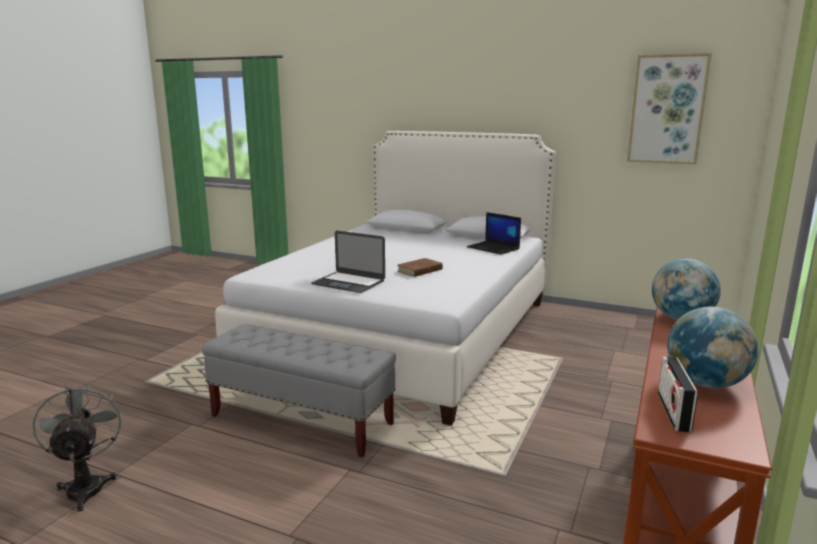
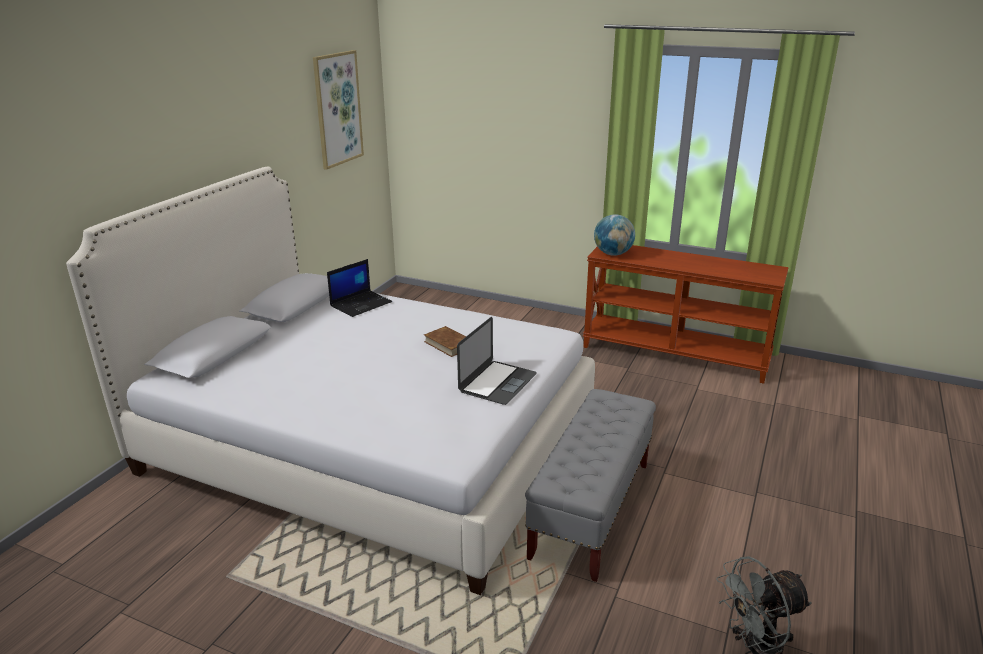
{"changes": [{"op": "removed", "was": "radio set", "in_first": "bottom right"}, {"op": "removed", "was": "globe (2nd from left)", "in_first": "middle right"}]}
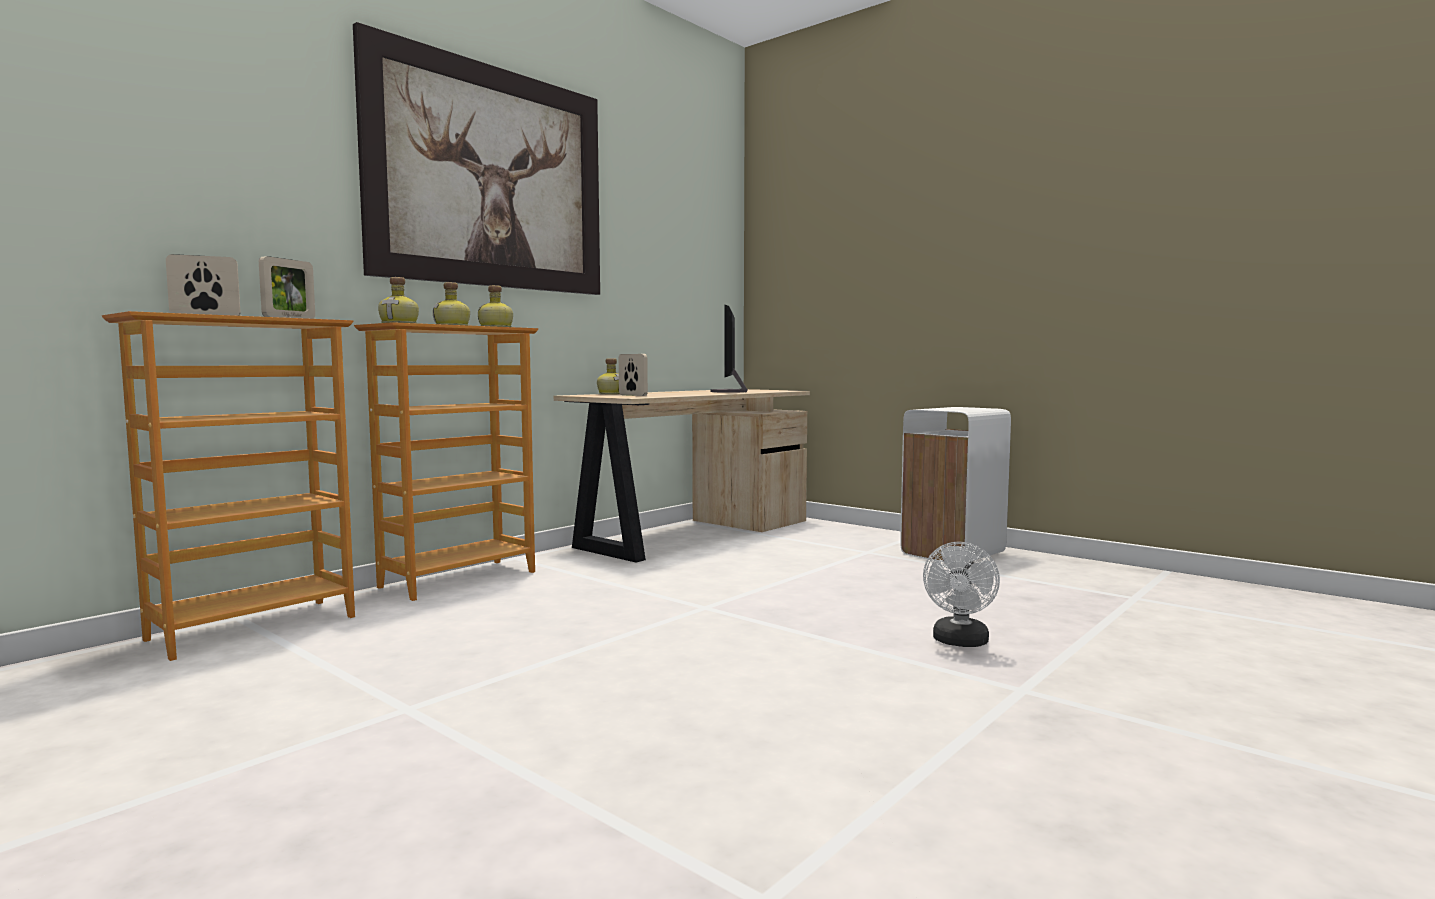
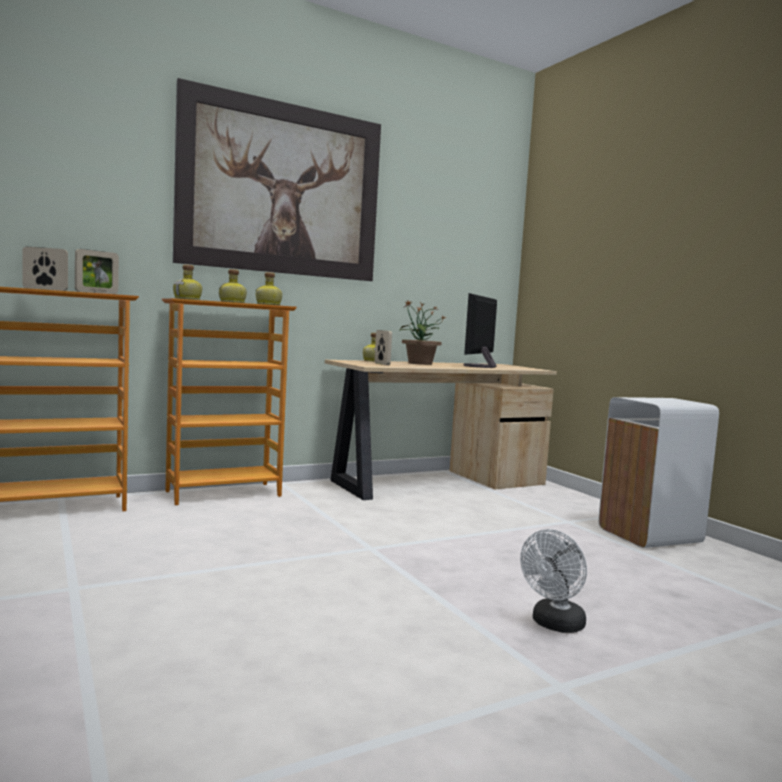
{"changes": [{"op": "added", "now": "plant in a pot", "in_second": "centre"}]}
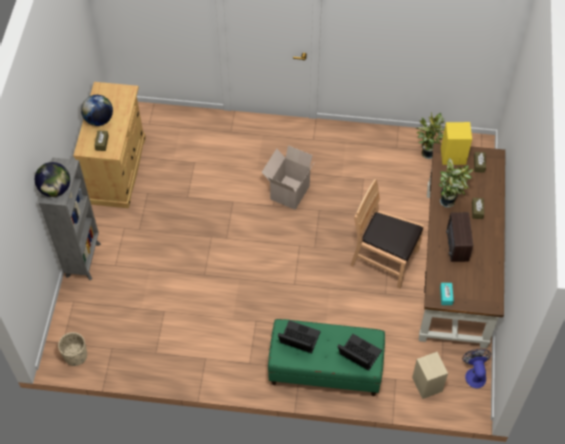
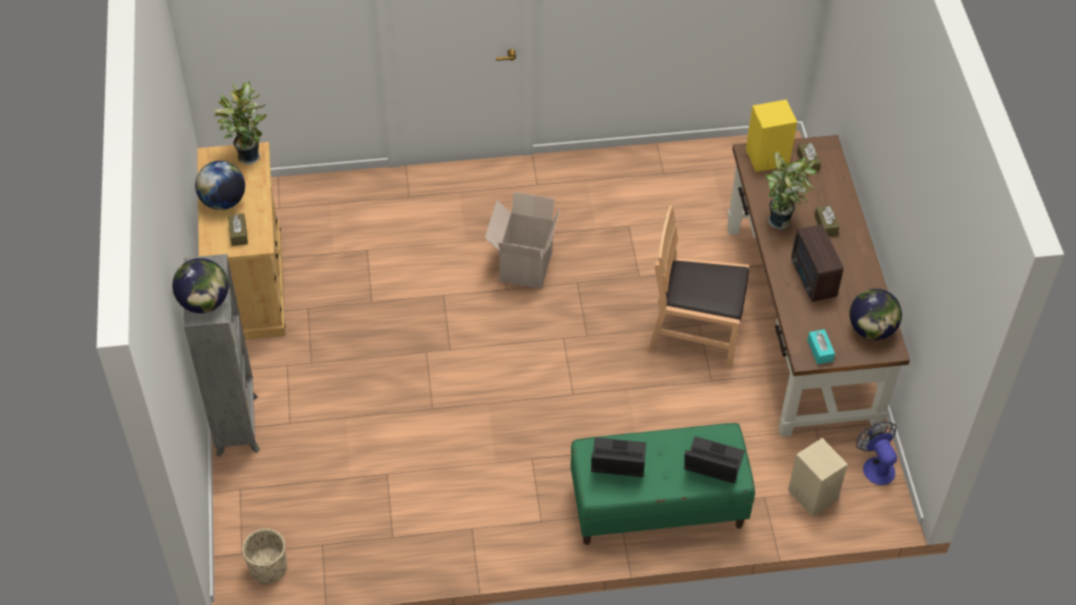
{"changes": [{"op": "moved", "was": "plant in a pot (1st from left)", "in_first": "top right", "in_second": "top left"}, {"op": "added", "now": "globe (3rd from left)", "in_second": "middle right"}]}
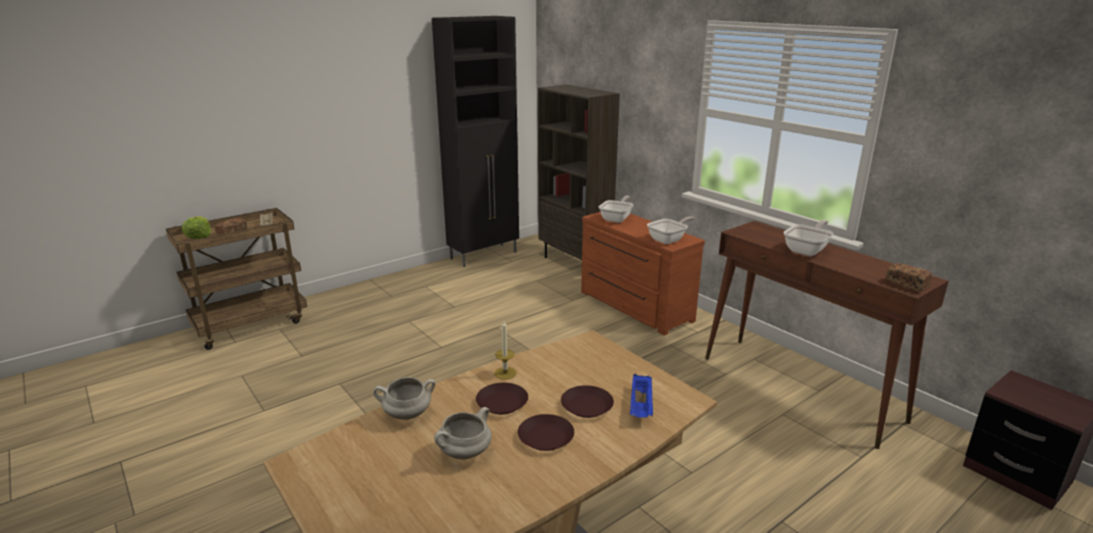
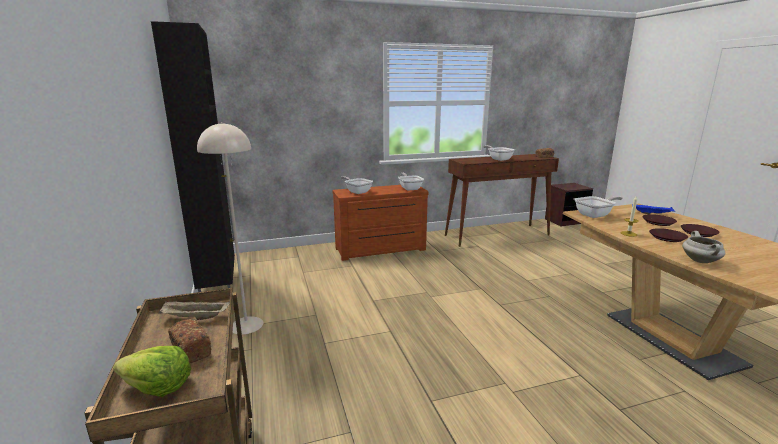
{"changes": [{"op": "removed", "was": "white stockpot (2nd from left)", "in_first": "bottom centre"}, {"op": "removed", "was": "brown-coloured bookcase", "in_first": "top centre"}, {"op": "added", "now": "beige-coloured floor lamp", "in_second": "middle left"}, {"op": "added", "now": "skillet (4th from left)", "in_second": "middle right"}]}
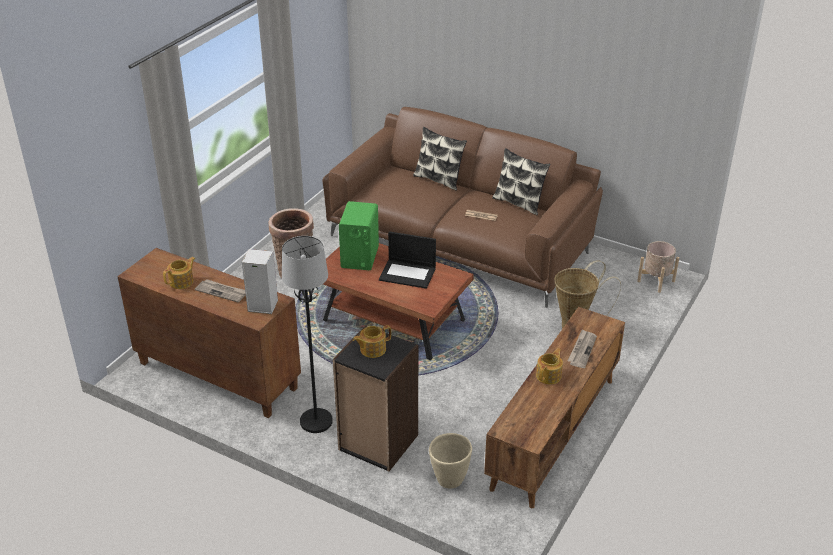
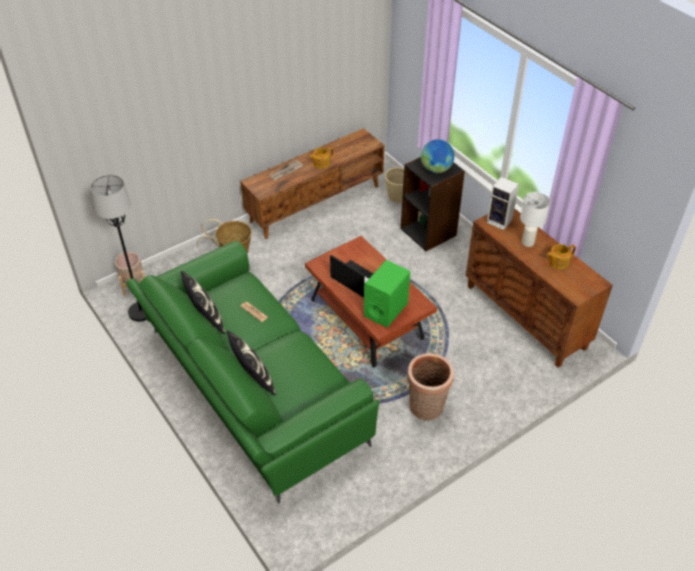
{"changes": [{"op": "replaced", "was": "printed paper (1st from left)", "now": "white lamp for a table", "in_first": "middle left", "in_second": "middle right"}, {"op": "moved", "was": "black floor lamp", "in_first": "centre", "in_second": "middle left"}, {"op": "recoloured", "was": "brown-coloured couch", "now": "green-coloured couch", "in_first": "centre", "in_second": "centre"}, {"op": "replaced", "was": "teapot (2nd from left)", "now": "globe", "in_first": "centre", "in_second": "top centre"}]}
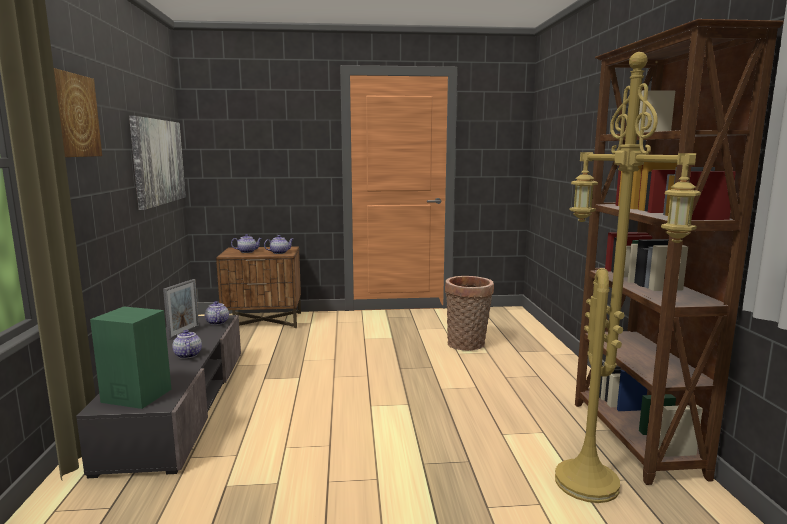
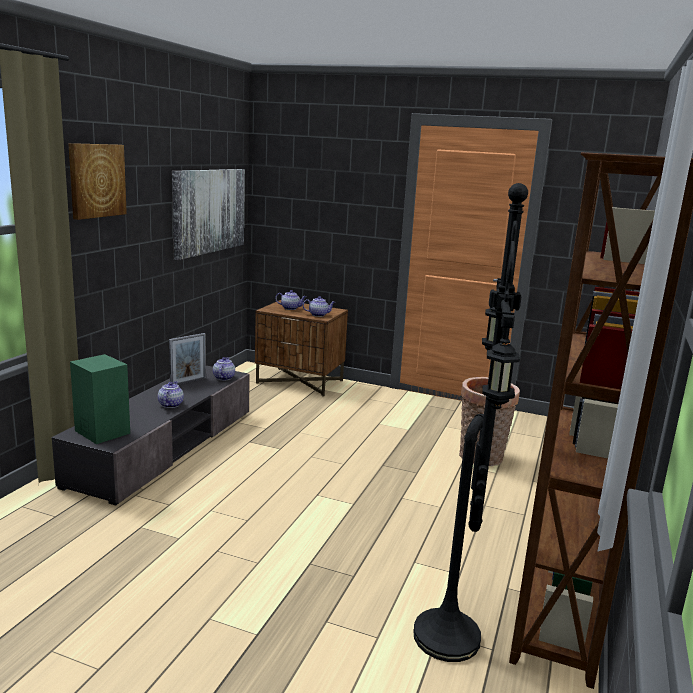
{"changes": [{"op": "recoloured", "was": "yellow-coloured floor lamp", "now": "black floor lamp", "in_first": "middle right", "in_second": "middle right"}]}
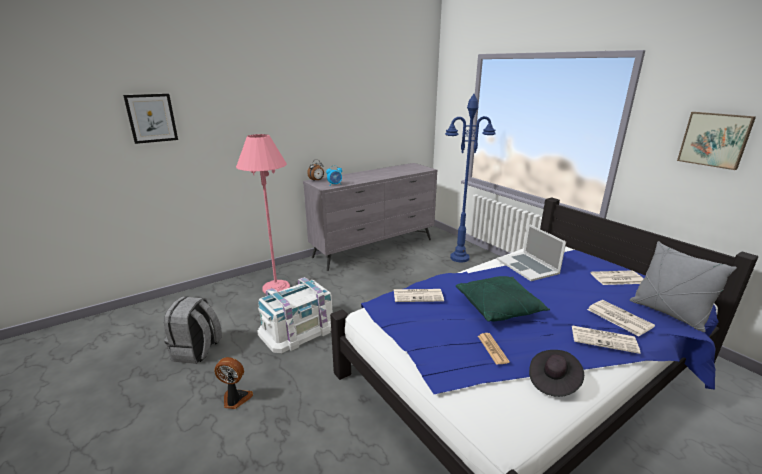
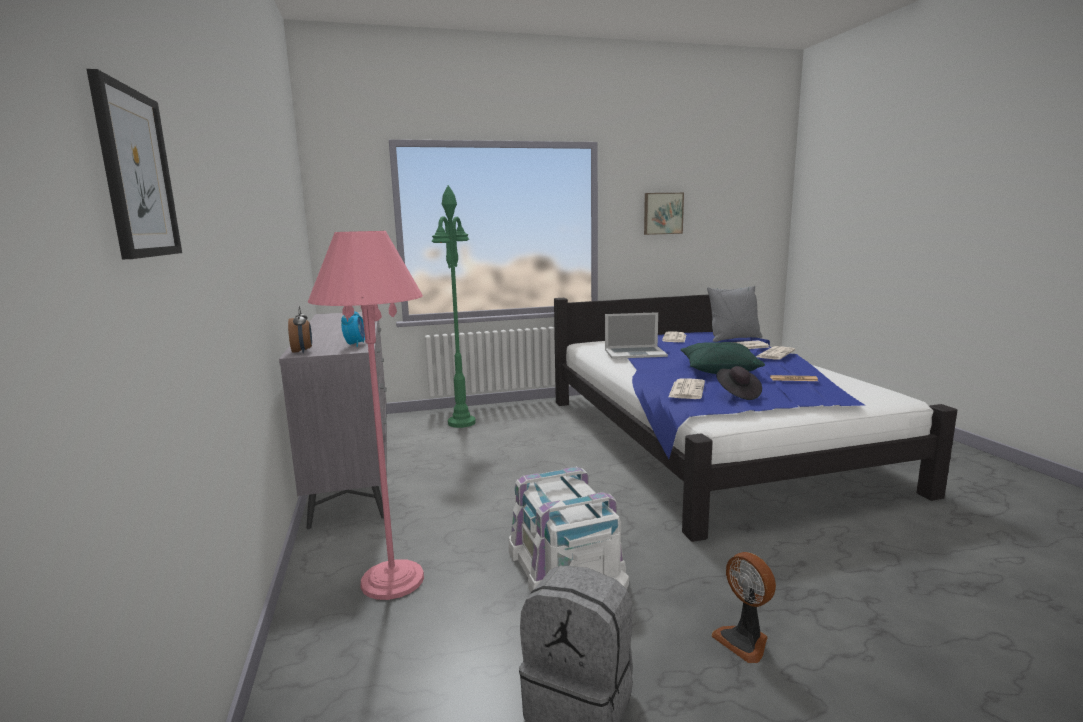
{"changes": [{"op": "turned", "was": "fan", "in_first": "bottom left", "in_second": "bottom right", "clockwise": -60}, {"op": "recoloured", "was": "blue-coloured floor lamp", "now": "green-coloured floor lamp", "in_first": "centre", "in_second": "centre"}, {"op": "moved", "was": "black clothing hat", "in_first": "bottom right", "in_second": "middle right"}]}
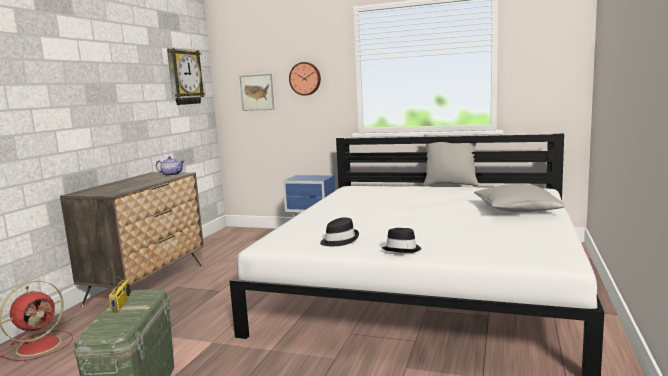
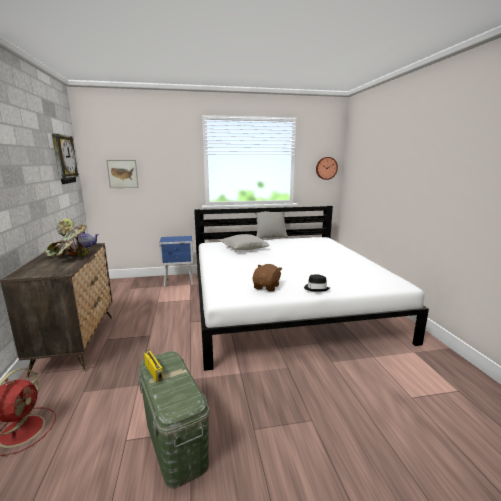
{"changes": [{"op": "moved", "was": "wall clock (2nd from left)", "in_first": "top centre", "in_second": "centre"}, {"op": "replaced", "was": "black clothing hat (1st from left)", "now": "brown-coloured plush toy", "in_first": "centre", "in_second": "centre"}, {"op": "moved", "was": "greyish pillow (2nd from left in the first image)", "now": "greyish pillow (1st from left)", "in_first": "middle right", "in_second": "centre"}, {"op": "added", "now": "plant in a pot", "in_second": "middle left"}]}
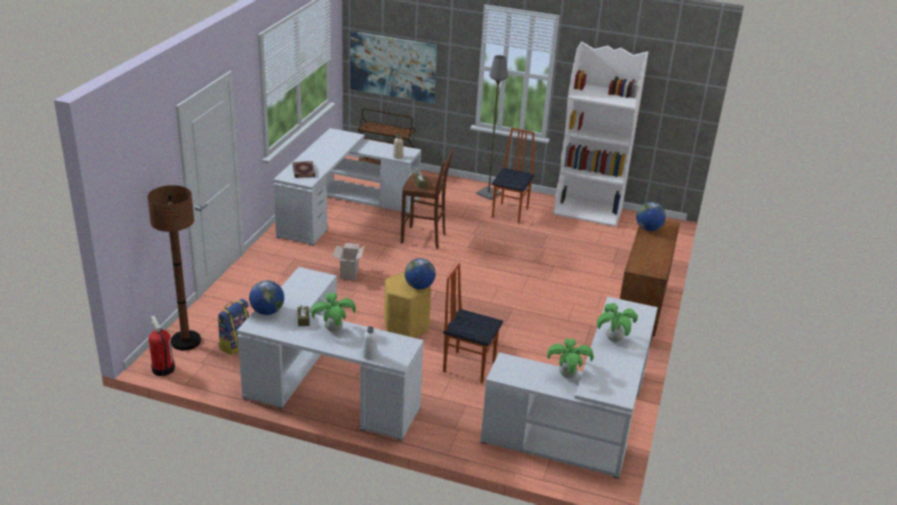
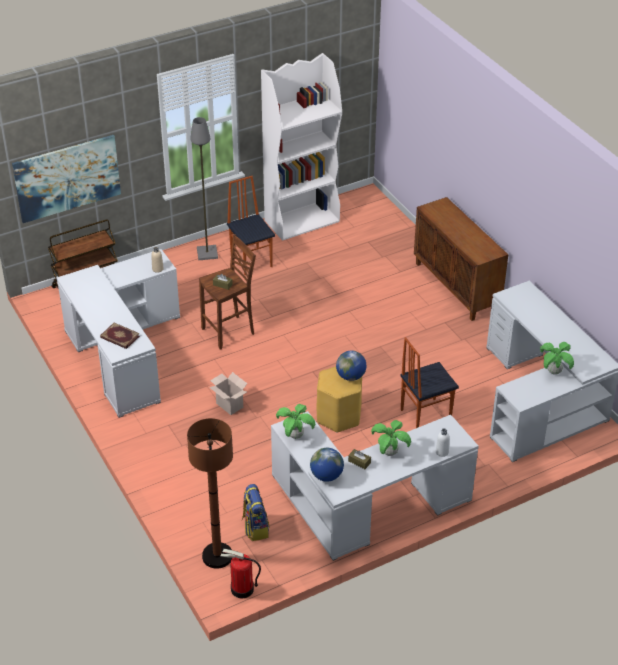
{"changes": [{"op": "moved", "was": "plant in a pot (3rd from left in the first image)", "now": "plant in a pot (1st from left)", "in_first": "middle right", "in_second": "centre"}, {"op": "removed", "was": "globe (3rd from left)", "in_first": "middle right"}]}
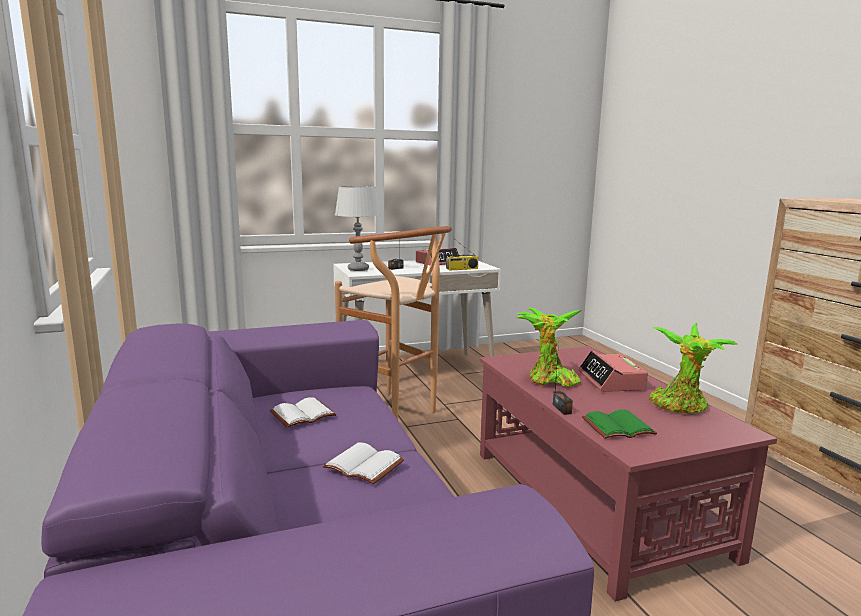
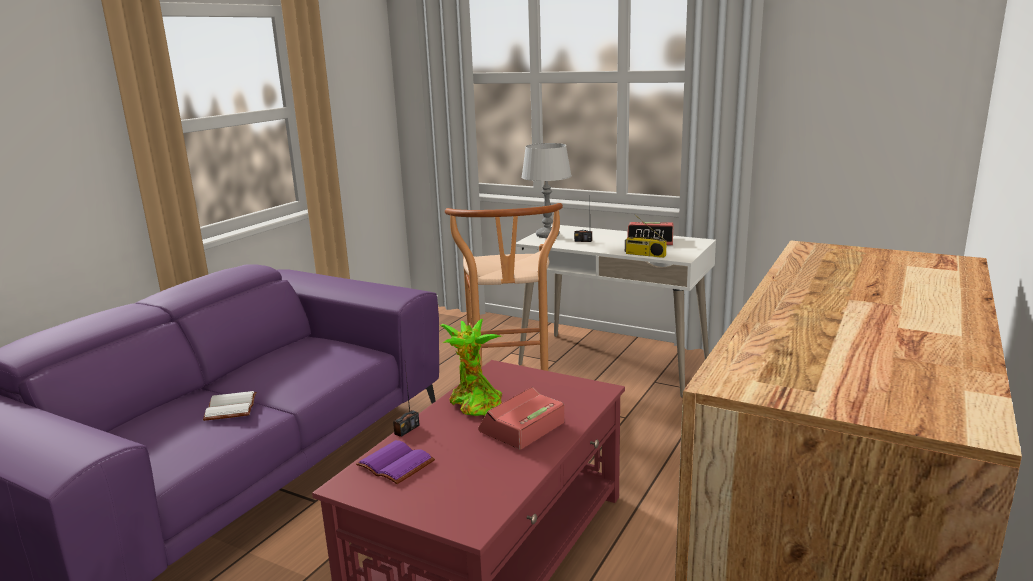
{"changes": [{"op": "removed", "was": "white bound book (1st from left)", "in_first": "bottom centre"}, {"op": "recoloured", "was": "green-coloured bound book", "now": "purple-coloured bound book", "in_first": "bottom right", "in_second": "bottom centre"}, {"op": "removed", "was": "plant in a pot (2nd from left)", "in_first": "middle right"}]}
